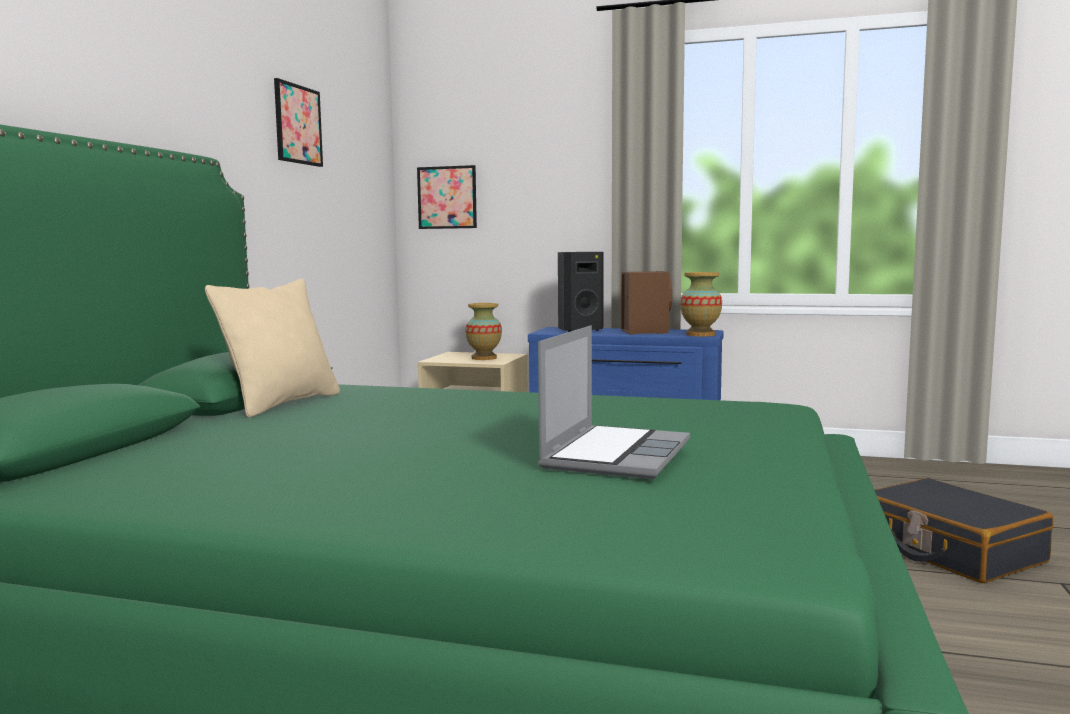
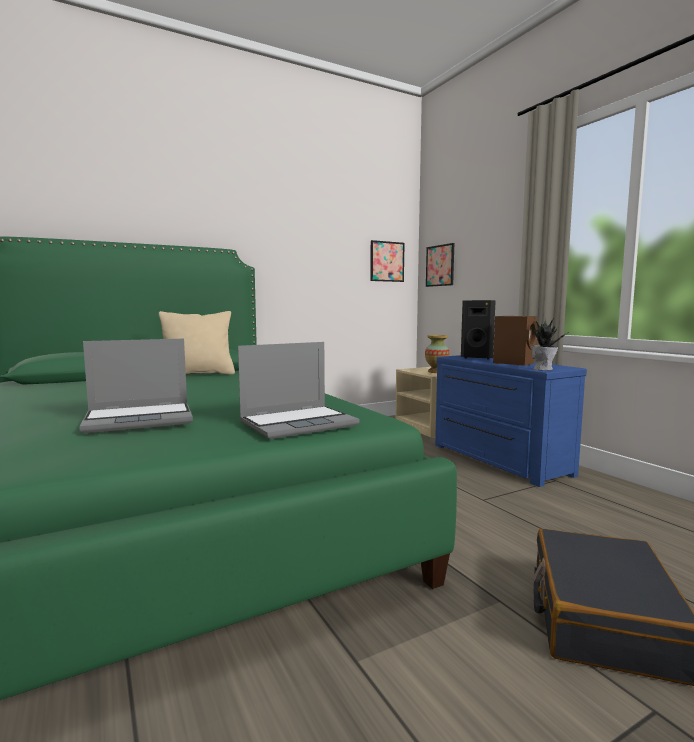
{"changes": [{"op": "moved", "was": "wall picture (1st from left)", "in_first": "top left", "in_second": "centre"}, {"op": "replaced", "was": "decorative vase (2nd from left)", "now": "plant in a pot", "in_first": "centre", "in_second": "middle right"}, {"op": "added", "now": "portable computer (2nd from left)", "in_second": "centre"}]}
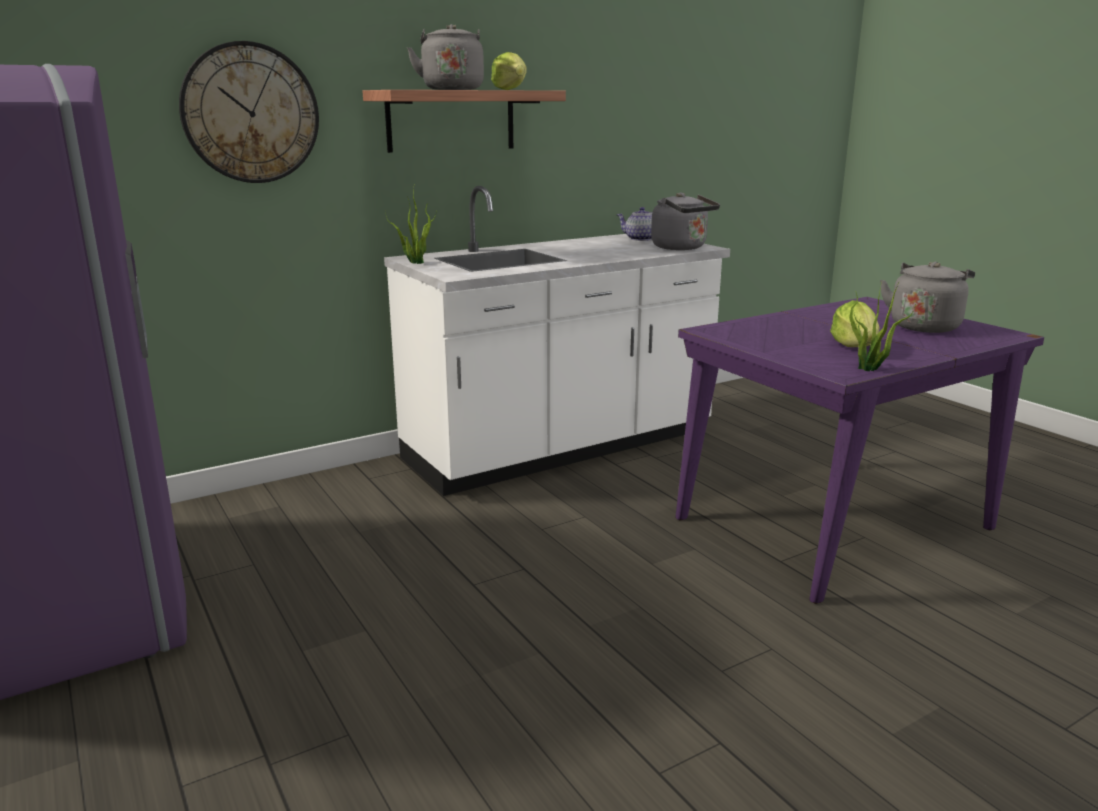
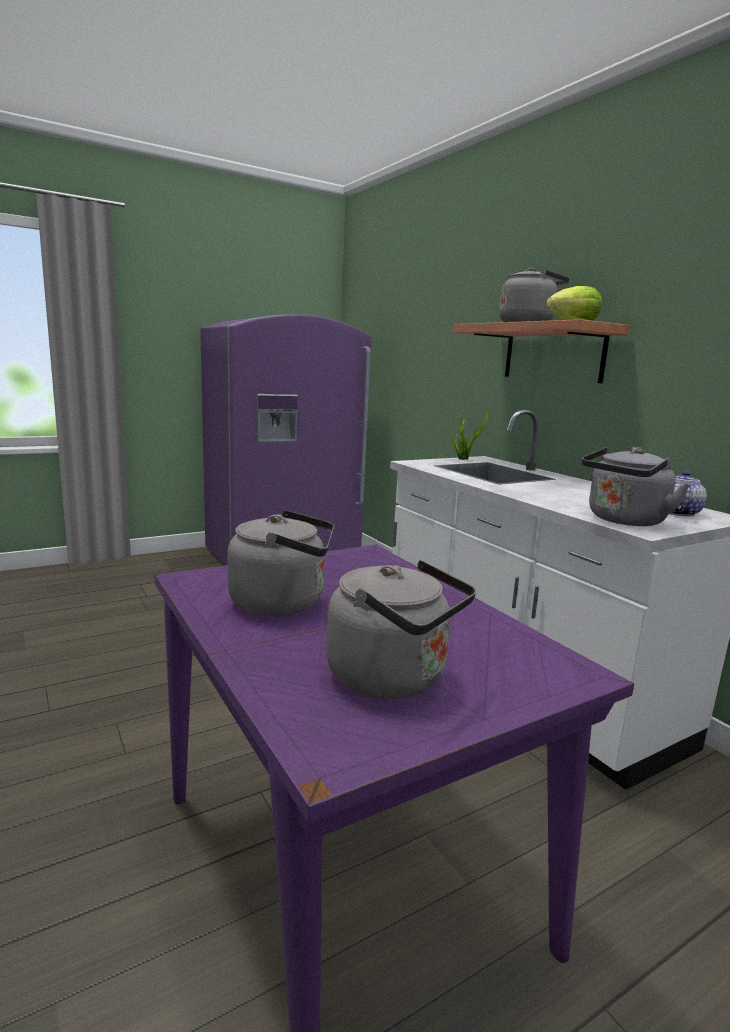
{"changes": [{"op": "removed", "was": "wall clock", "in_first": "top left"}, {"op": "replaced", "was": "head of lettuce (2nd from left)", "now": "greyish kettle (1st from left)", "in_first": "middle right", "in_second": "centre"}, {"op": "removed", "was": "plant in a pot (2nd from left)", "in_first": "middle right"}]}
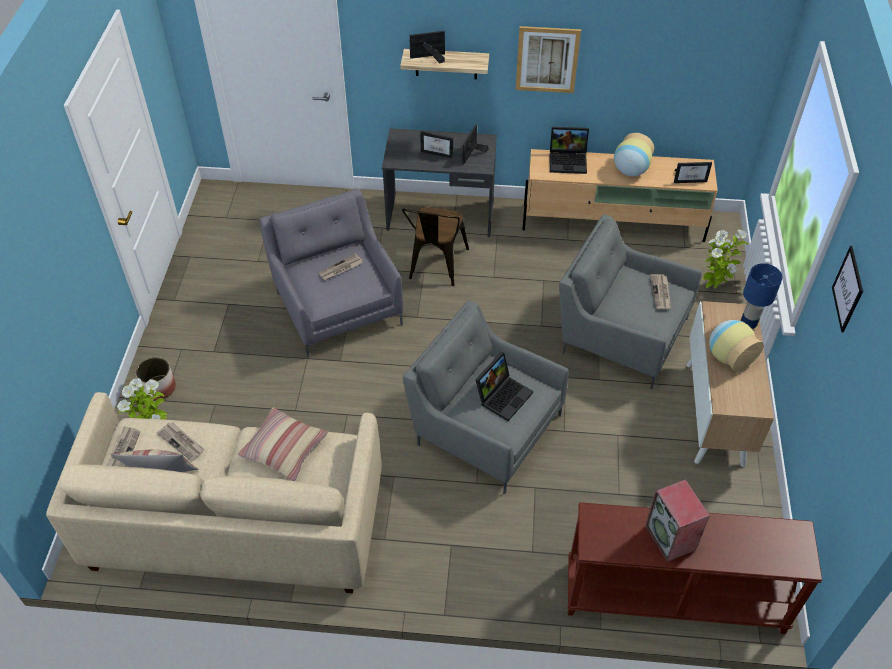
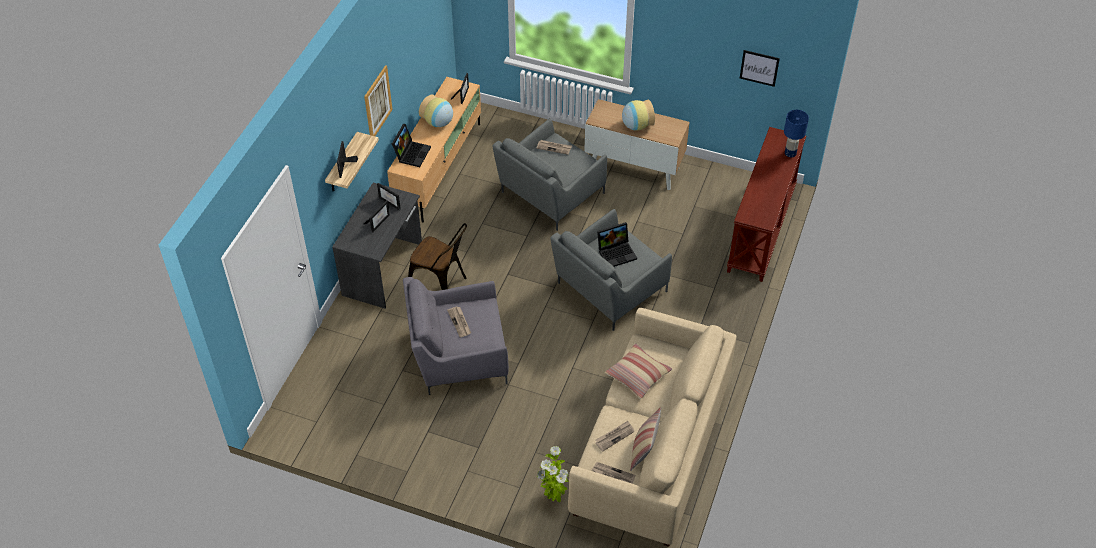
{"changes": [{"op": "removed", "was": "planter", "in_first": "middle left"}, {"op": "turned", "was": "portable computer (1st from left in the first image)", "in_first": "centre", "in_second": "centre", "clockwise": 105}, {"op": "removed", "was": "speaker", "in_first": "bottom right"}, {"op": "removed", "was": "plant in a pot (2nd from left)", "in_first": "middle right"}, {"op": "moved", "was": "blue-coloured lamp for a table", "in_first": "middle right", "in_second": "top right"}, {"op": "moved", "was": "wall picture (2nd from left)", "in_first": "middle right", "in_second": "top right"}]}
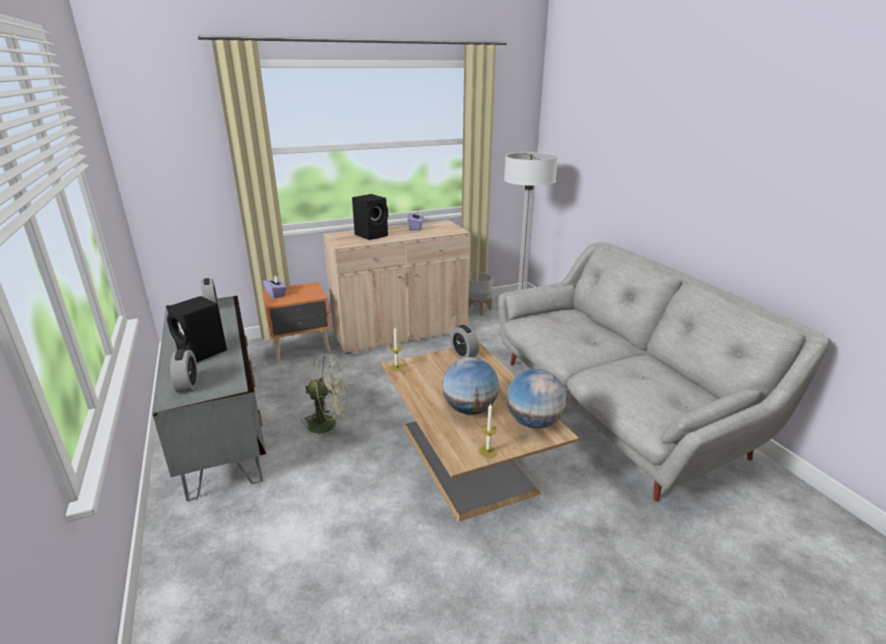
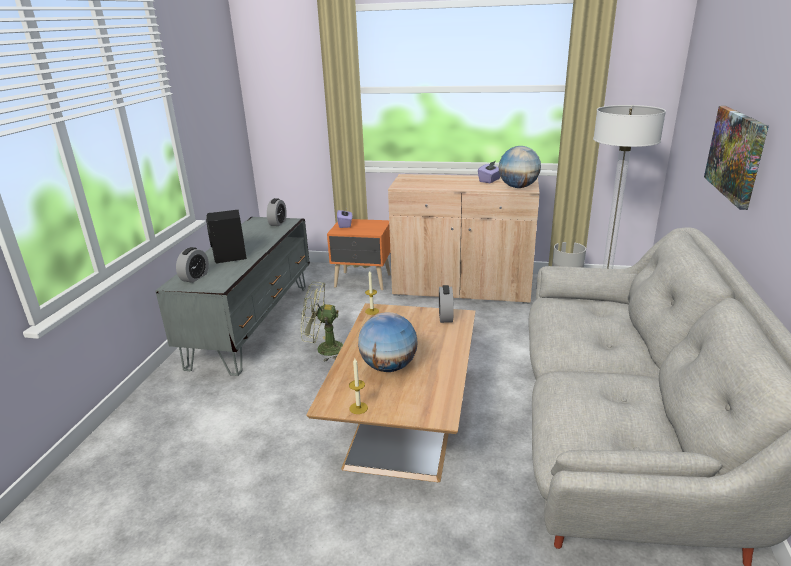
{"changes": [{"op": "turned", "was": "green-coloured fan", "in_first": "centre", "in_second": "centre", "clockwise": 150}, {"op": "removed", "was": "black speaker (2nd from left)", "in_first": "centre"}, {"op": "moved", "was": "globe (2nd from left)", "in_first": "centre", "in_second": "top centre"}, {"op": "added", "now": "wall picture", "in_second": "top right"}]}
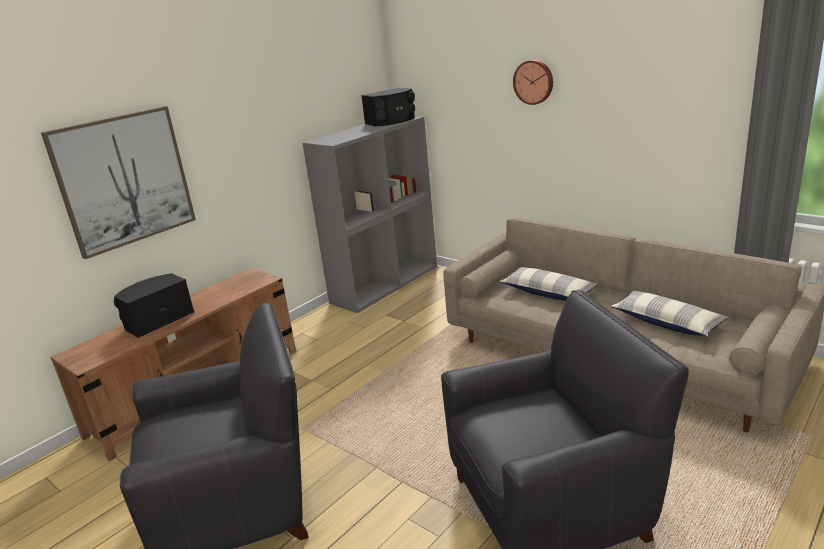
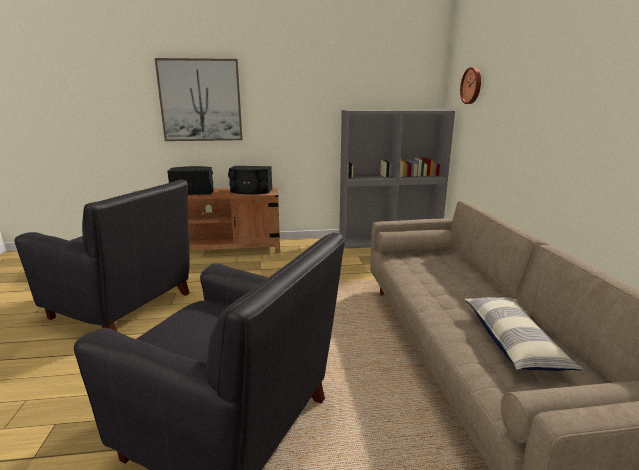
{"changes": [{"op": "moved", "was": "black speaker (2nd from left)", "in_first": "top centre", "in_second": "centre"}, {"op": "removed", "was": "pillow (1st from left)", "in_first": "centre"}, {"op": "moved", "was": "wall clock", "in_first": "top centre", "in_second": "top right"}]}
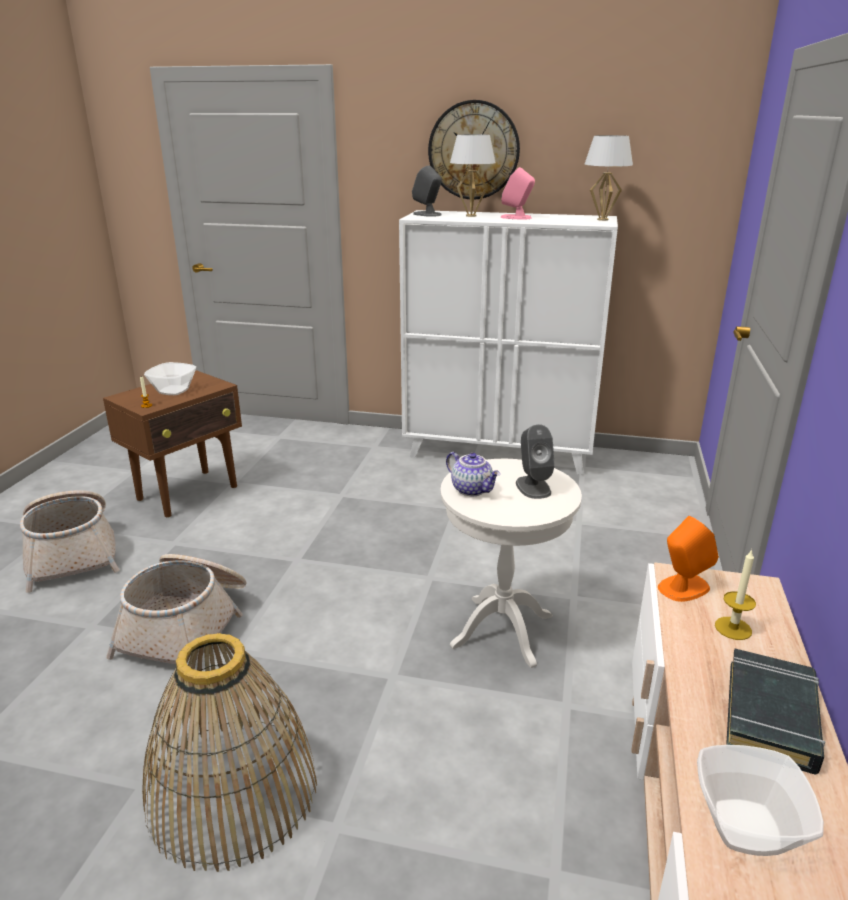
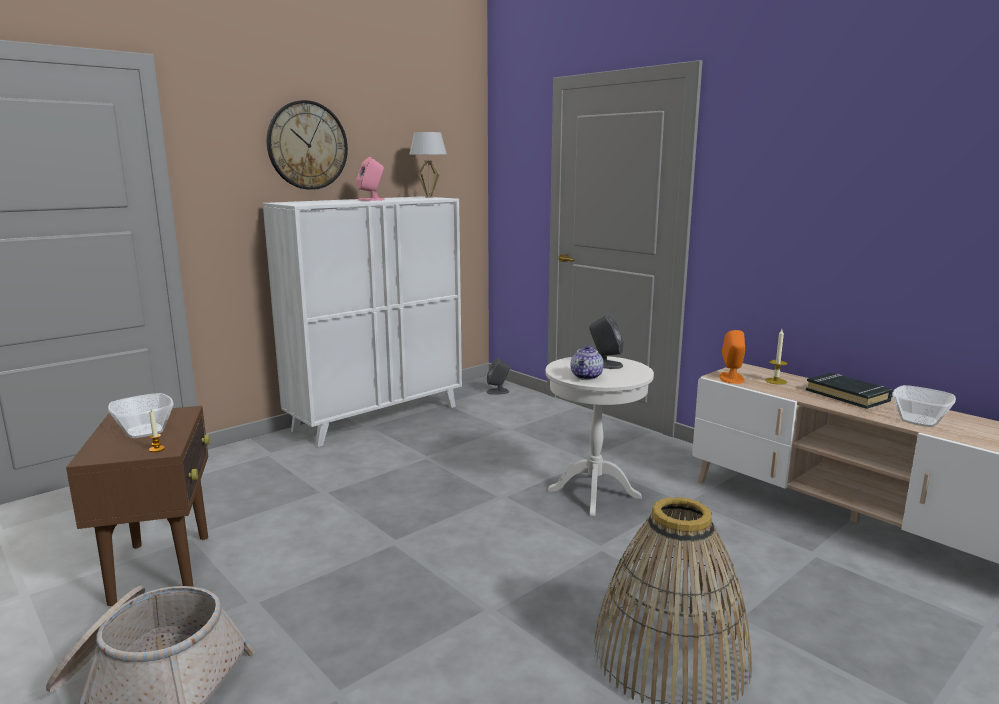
{"changes": [{"op": "removed", "was": "basket (2nd from left)", "in_first": "bottom left"}, {"op": "moved", "was": "greyish speaker (1st from left)", "in_first": "top centre", "in_second": "centre"}, {"op": "turned", "was": "teapot", "in_first": "centre", "in_second": "centre", "clockwise": 120}, {"op": "removed", "was": "white lamp for a table (1st from left)", "in_first": "top centre"}]}
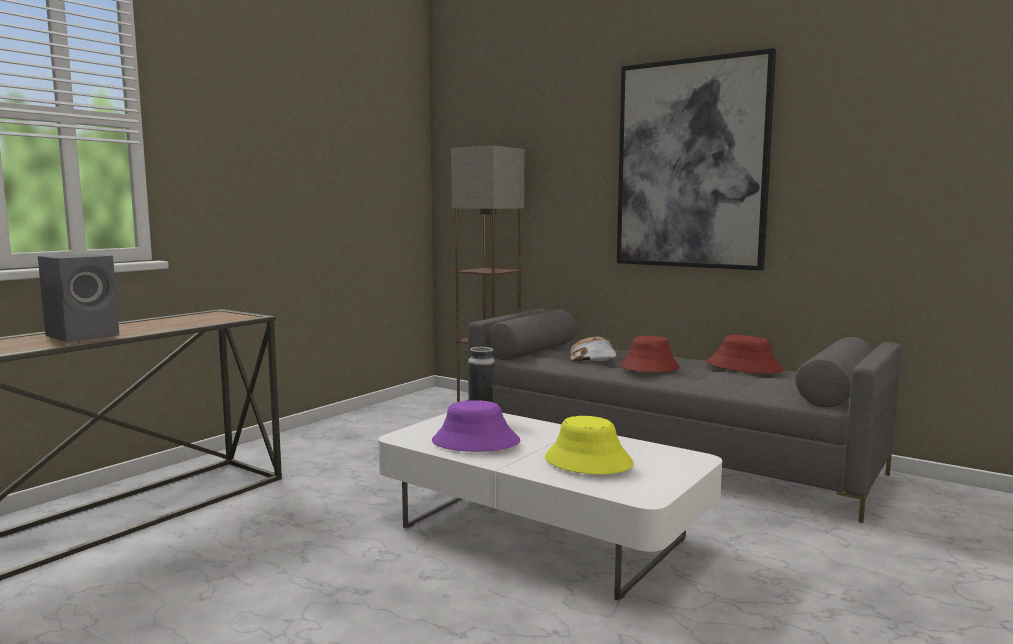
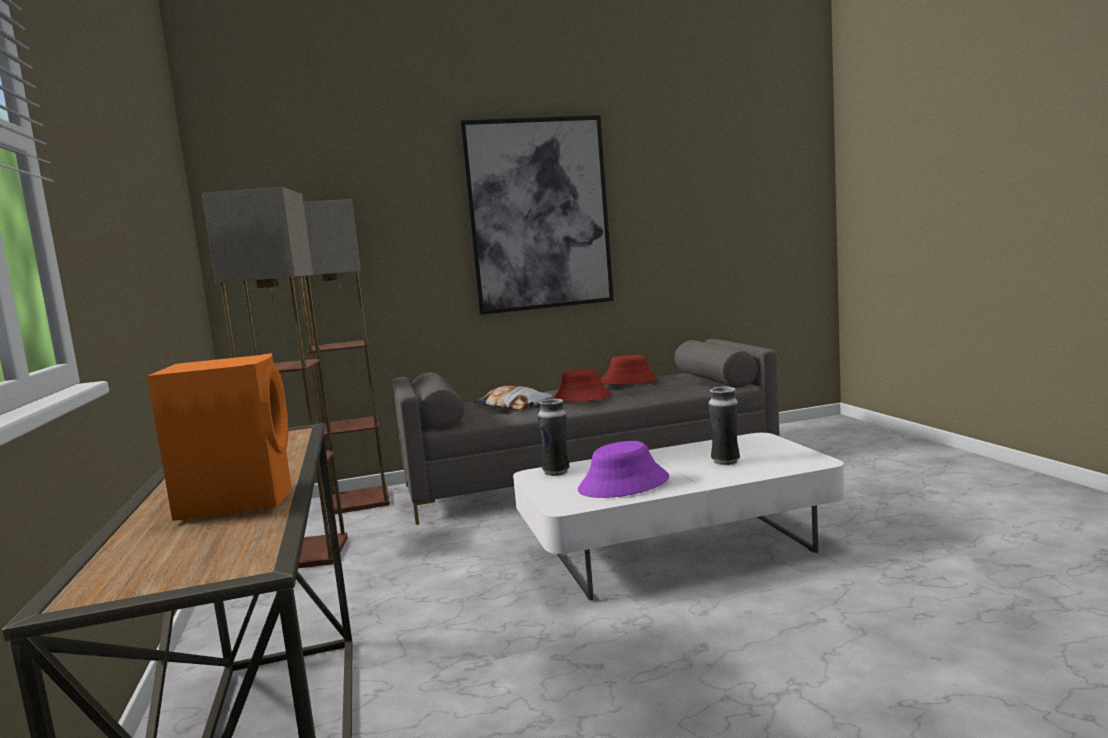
{"changes": [{"op": "recoloured", "was": "greyish speaker", "now": "orangey speaker", "in_first": "middle left", "in_second": "middle left"}, {"op": "replaced", "was": "yellow-coloured clothing hat", "now": "decorative vase (2nd from left)", "in_first": "bottom centre", "in_second": "centre"}, {"op": "added", "now": "floor lamp (1st from left)", "in_second": "middle left"}]}
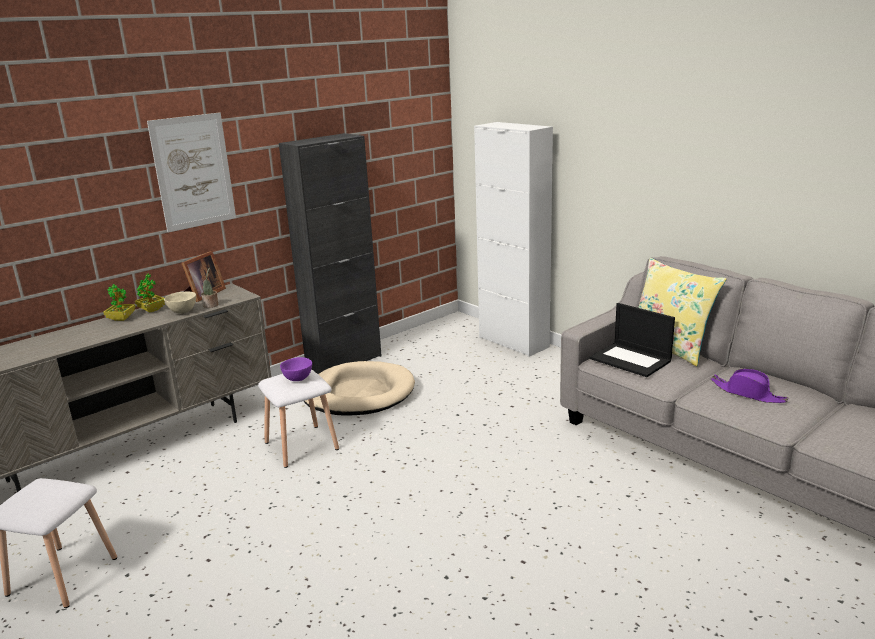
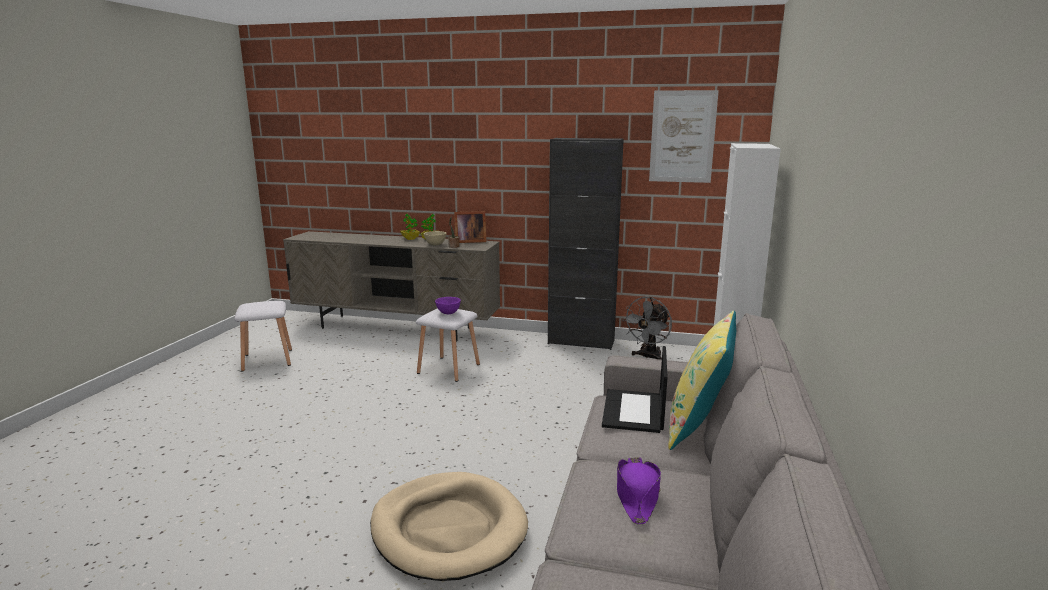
{"changes": [{"op": "moved", "was": "wall picture", "in_first": "top left", "in_second": "top centre"}, {"op": "moved", "was": "beige-coloured dog bed", "in_first": "centre", "in_second": "bottom centre"}, {"op": "added", "now": "greyish fan", "in_second": "centre"}]}
